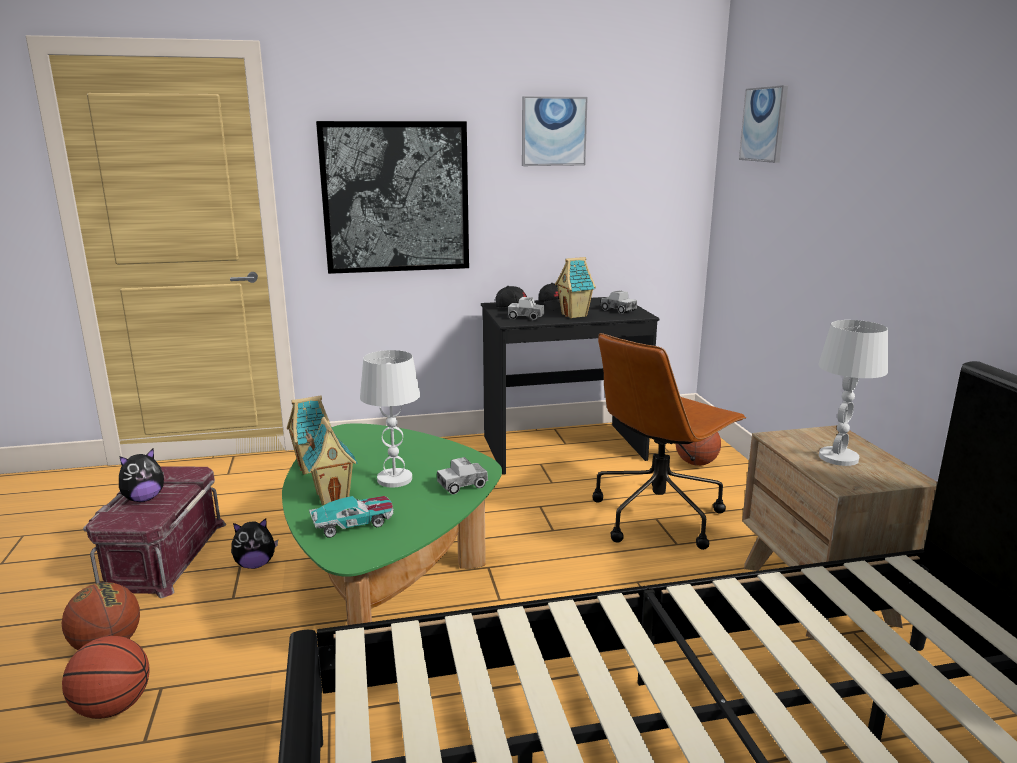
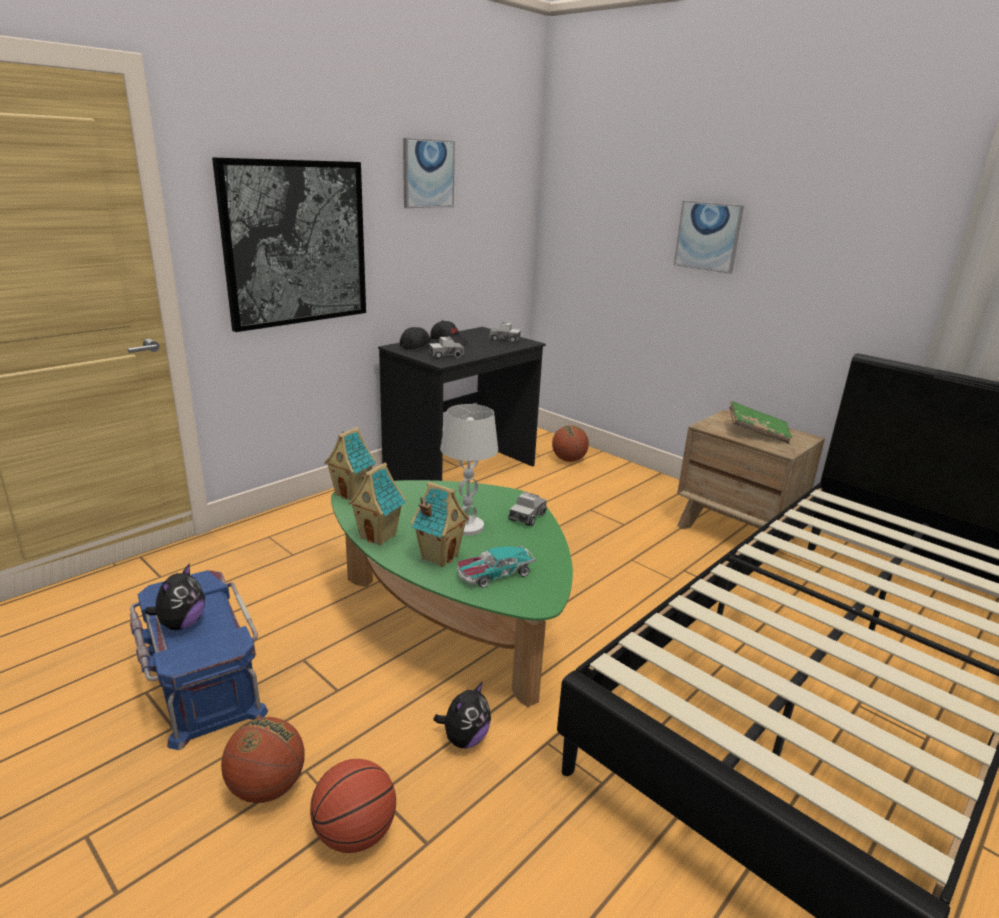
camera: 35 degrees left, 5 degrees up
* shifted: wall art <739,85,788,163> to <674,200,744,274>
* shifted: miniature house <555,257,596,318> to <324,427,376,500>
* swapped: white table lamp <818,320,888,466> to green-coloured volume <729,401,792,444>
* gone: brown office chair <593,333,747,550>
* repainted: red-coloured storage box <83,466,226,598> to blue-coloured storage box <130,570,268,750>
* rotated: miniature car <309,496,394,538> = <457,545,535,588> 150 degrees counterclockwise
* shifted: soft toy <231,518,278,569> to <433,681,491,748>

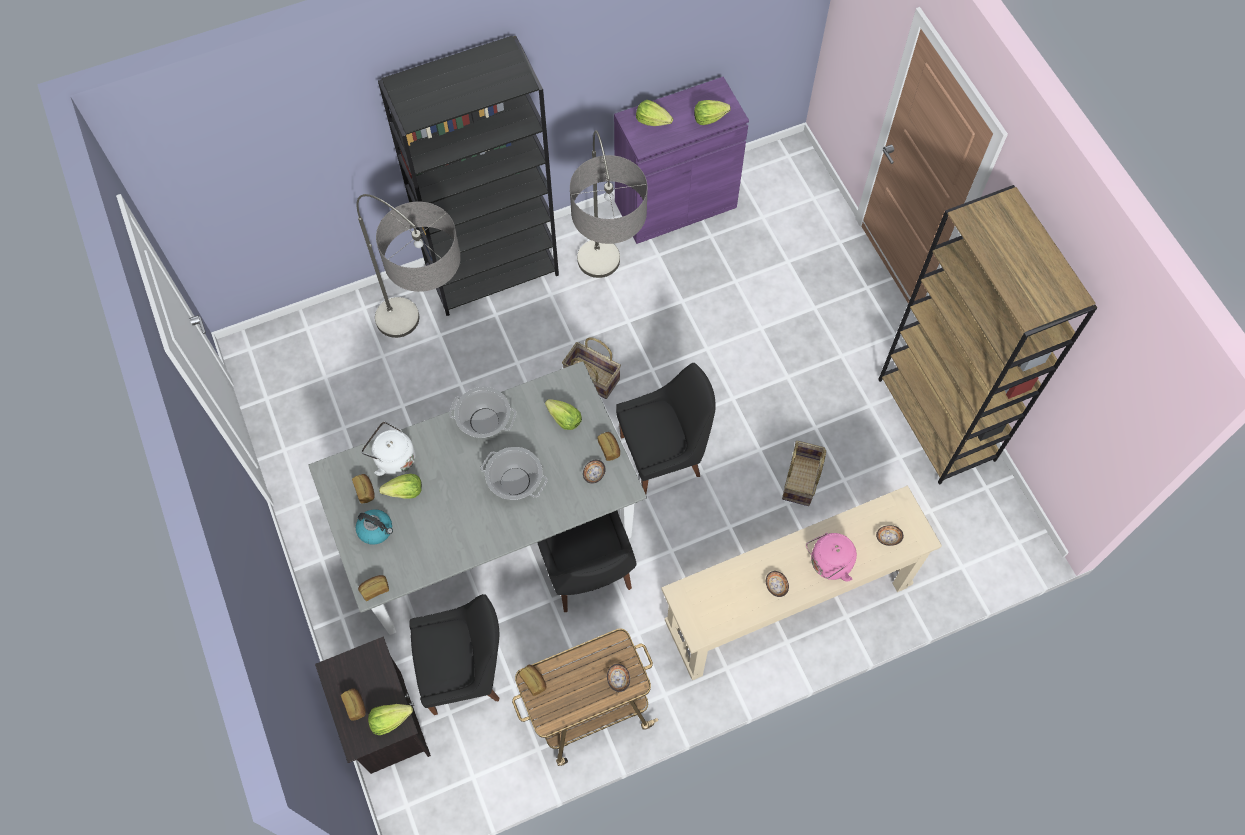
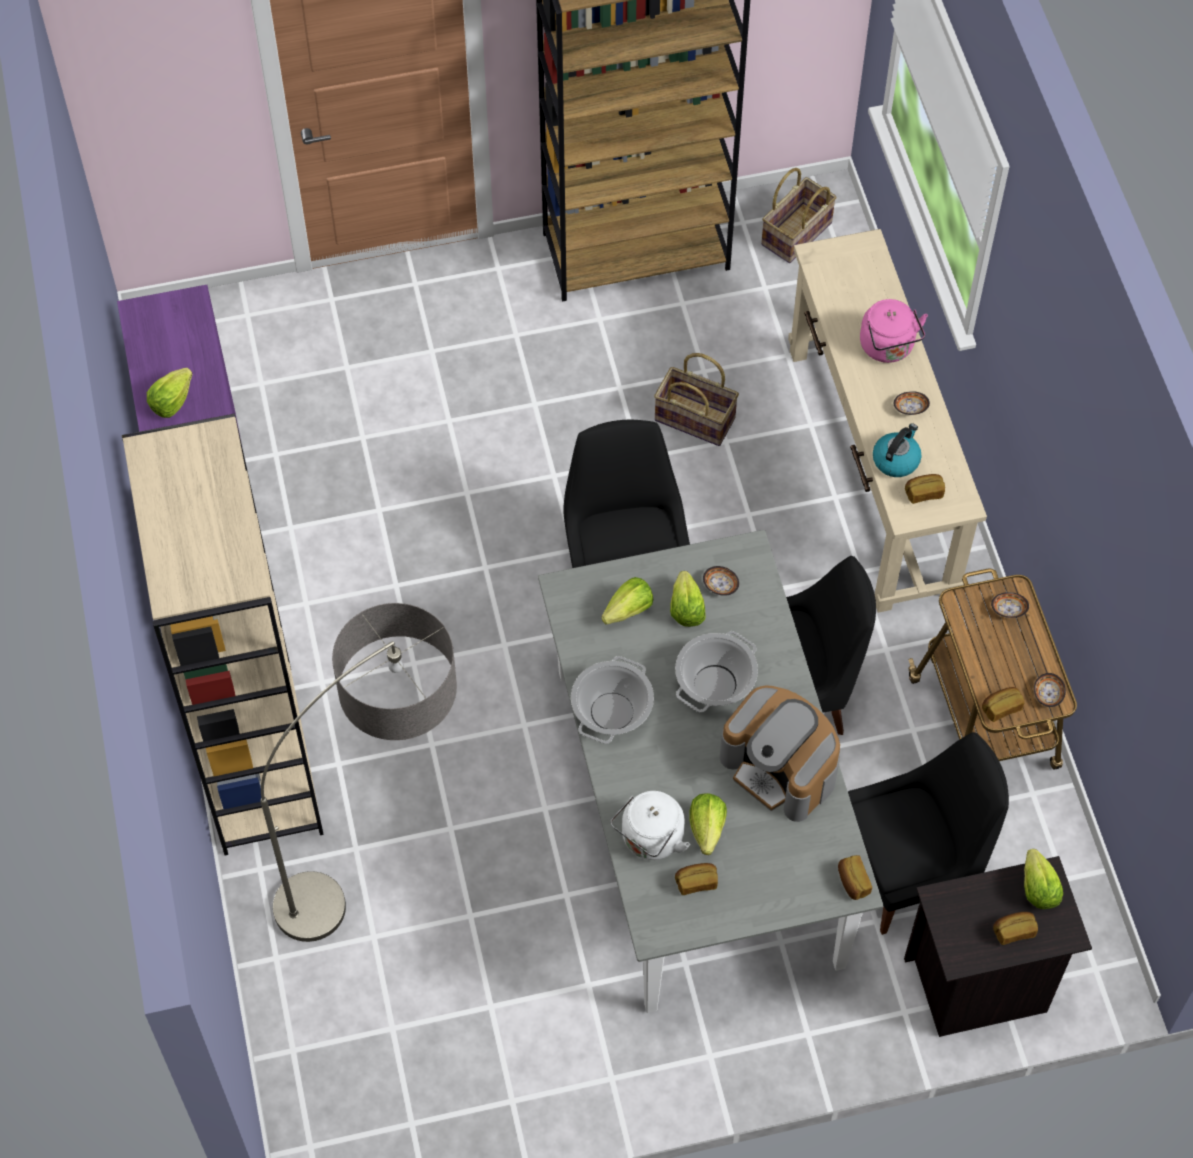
camera: 80 degrees left, 5 degrees down
* repainted: black shelving unit <378,36,559,316> to beige-coloured shelving unit <122,414,324,855>
* shifted: head of lettuce <694,100,731,125> to <670,571,706,627>
* gone: floor lamp <570,130,648,278>
* shifted: household basket <562,337,621,399> to <761,168,837,263>
* shifted: bakery bread <597,432,620,461> to <905,474,945,504>
* shifted: water kettle <356,509,393,545> to <873,423,922,477>
* shifted: serving bowl <876,525,904,546> to <1034,673,1066,707>
* rotated: black plain chair <409,594,499,715> = <848,732,1009,935> 75 degrees clockwise
* new: coffee maker <720,685,840,822>

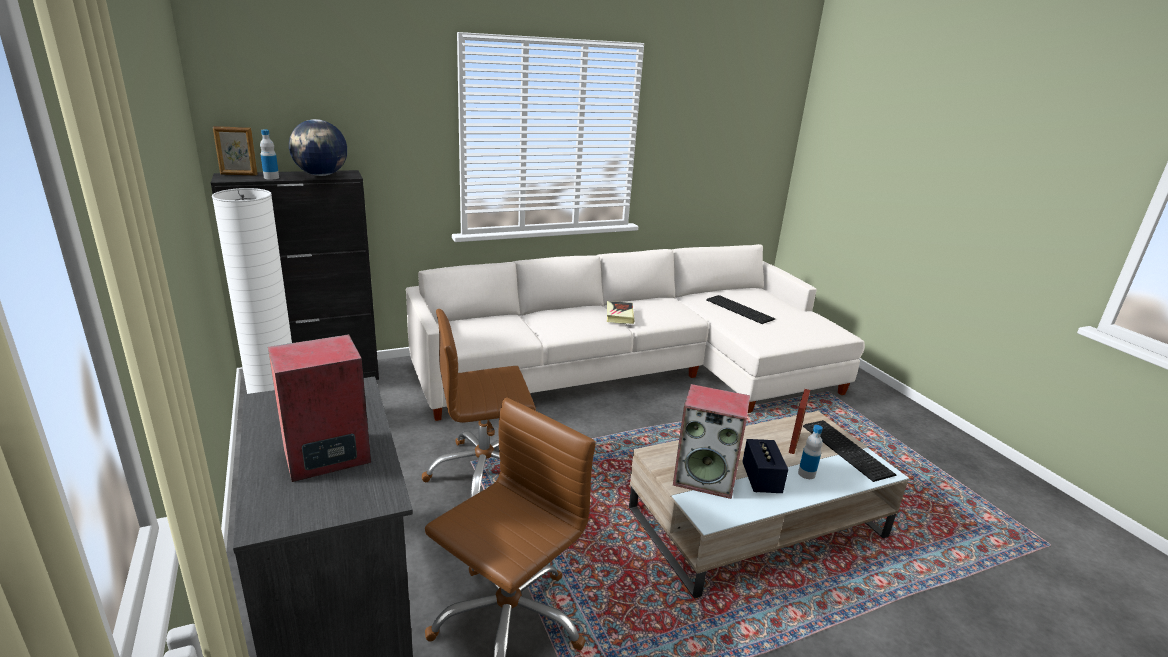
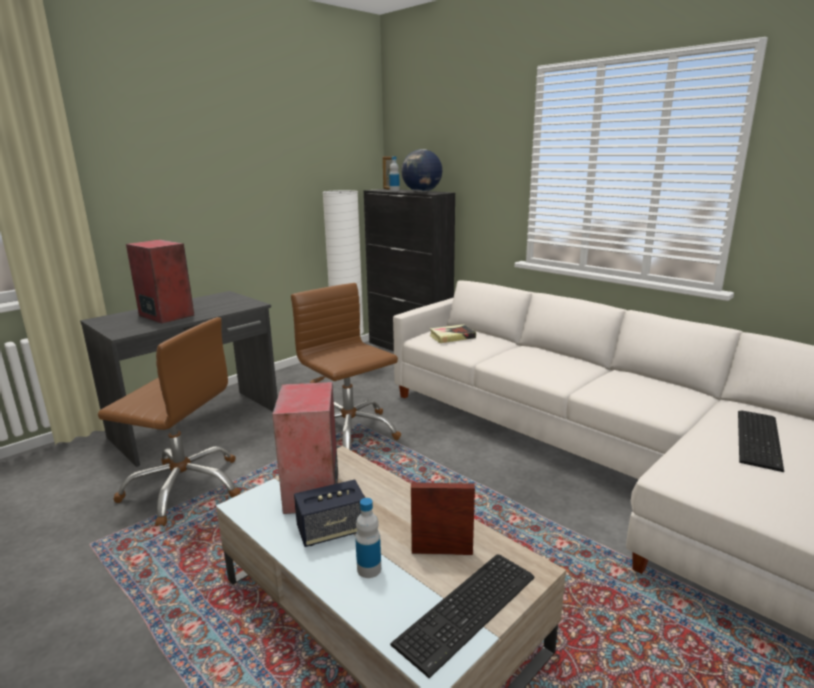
camera: 70 degrees right, 5 degrees down
* shifted: volume <607,301,634,324> to <430,324,476,343>

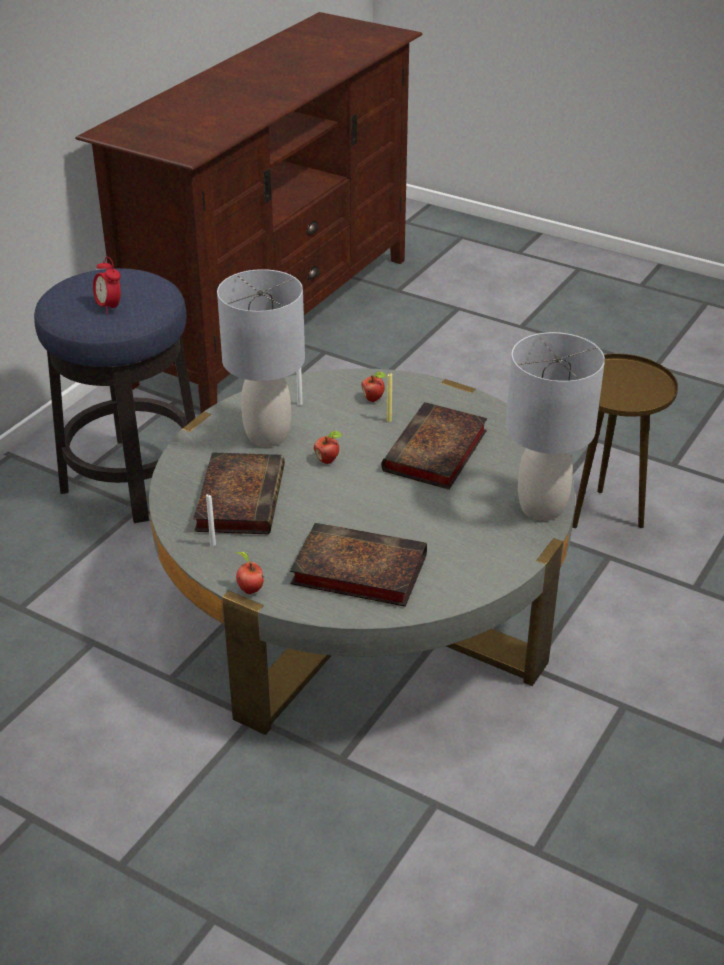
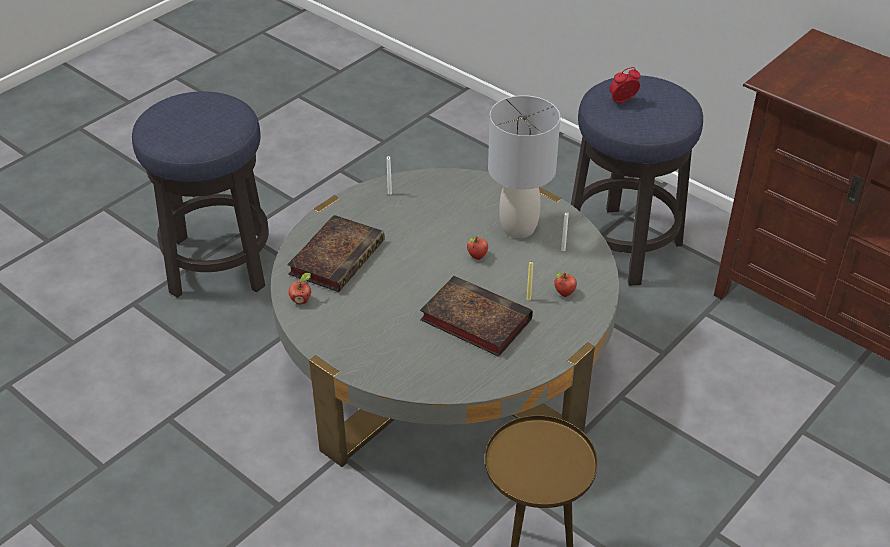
camera: 100 degrees right, 5 degrees up
* gone: gray table lamp <506,332,605,521>
* gone: volume <193,452,285,535>
* shifted: apple fruit <235,552,264,594> to <288,273,311,305>
* new: stool <132,91,269,298>

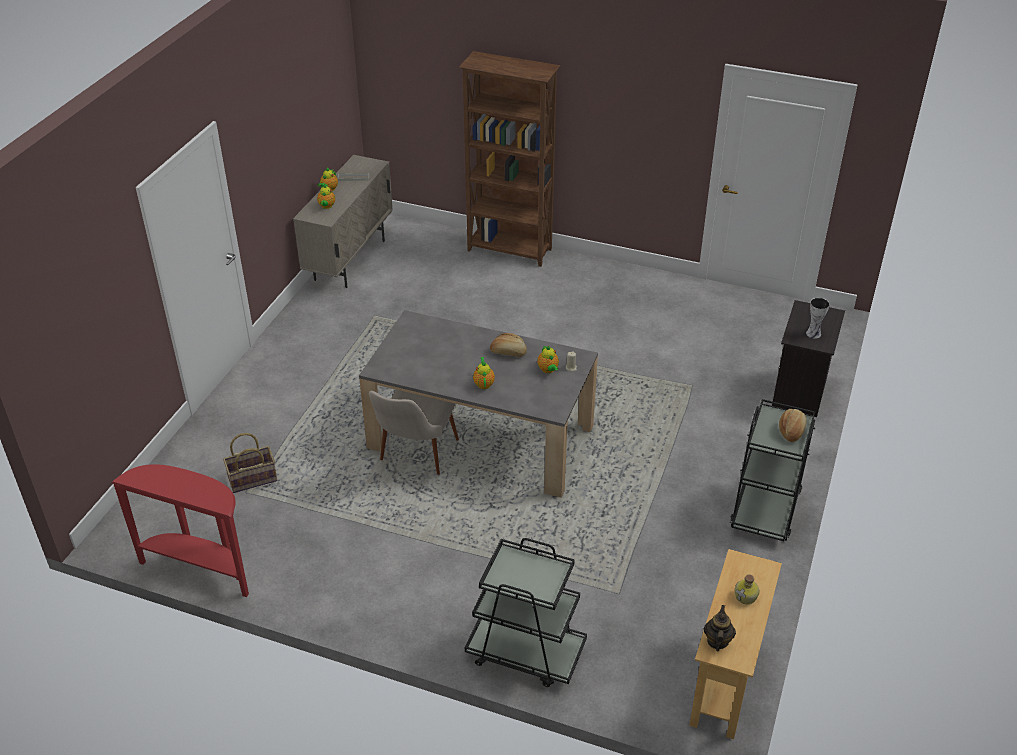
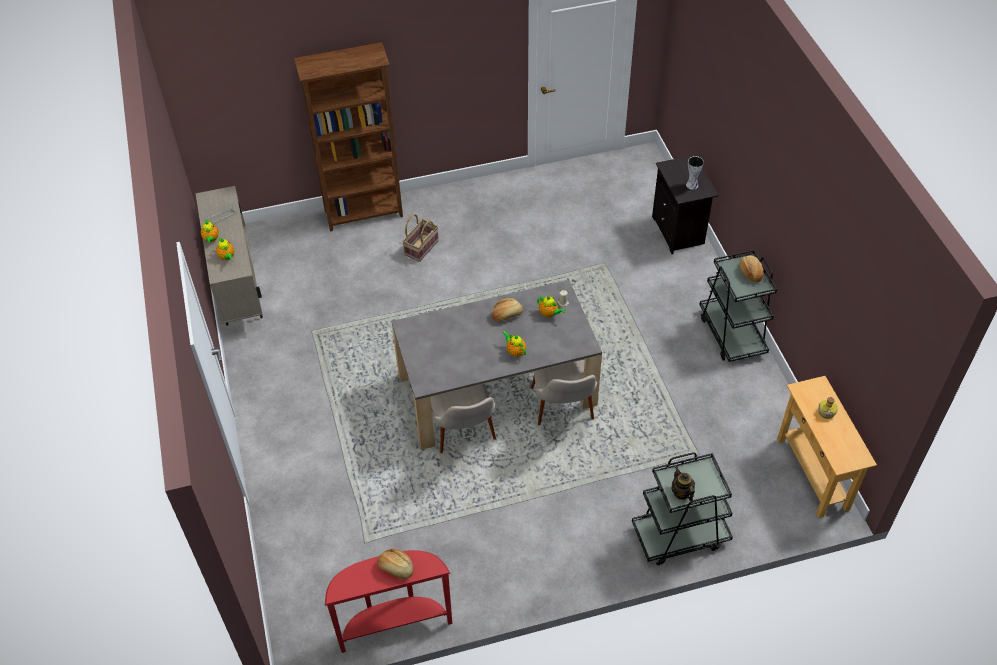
camera: 35 degrees left, 10 degrees up
* shifted: household basket <223,433,277,493> to <402,214,439,262>
* shifted: tea pot <704,605,736,652> to <671,466,695,501>
* new: beige-coloured plain chair <531,359,597,426>
* new: bakery bread <377,549,414,579>

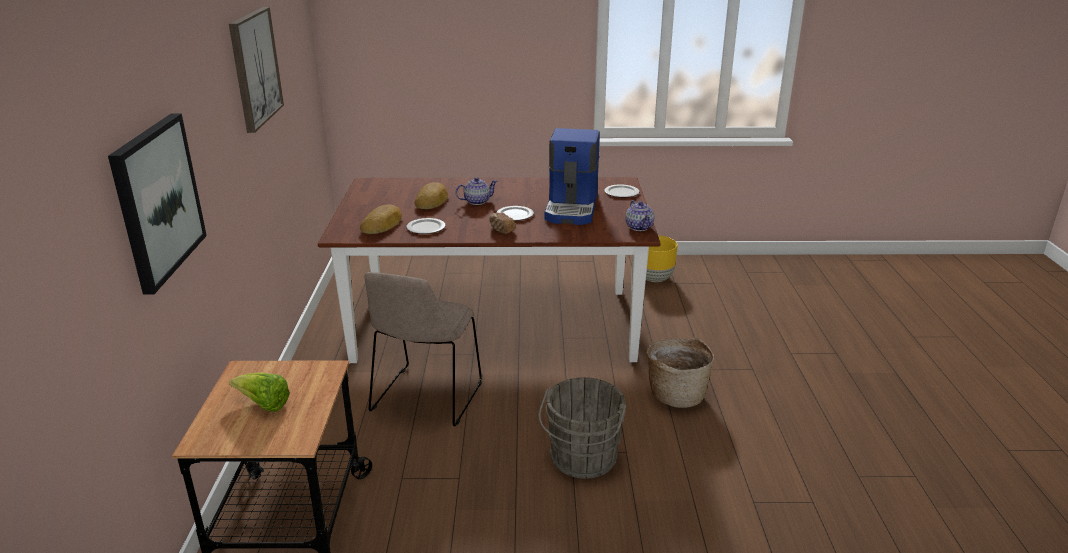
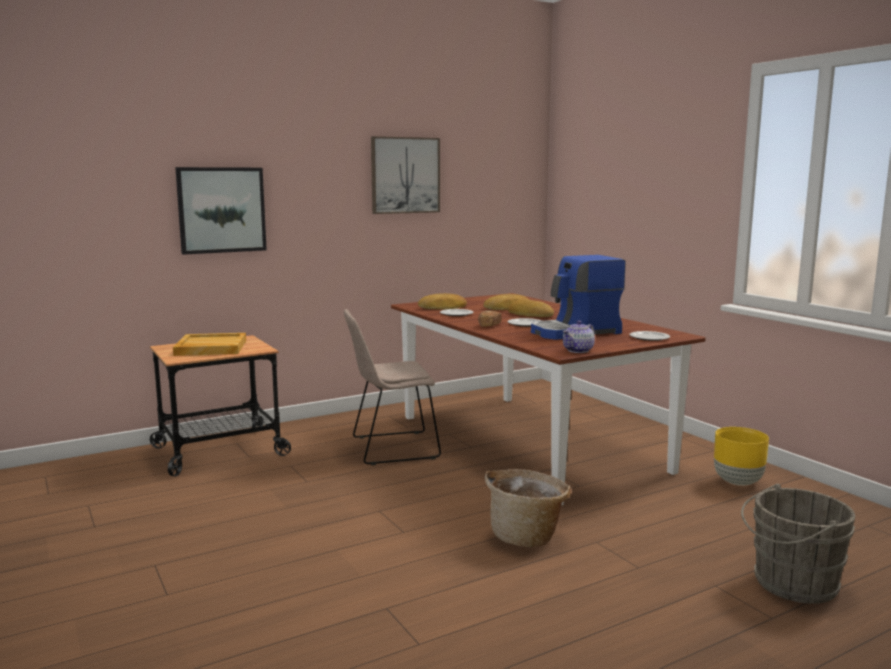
camera: 60 degrees right, 15 degrees down
* swapped: tea pot <455,177,497,205> to bakery bread <508,300,554,317>
* swapped: head of lettuce <229,373,290,412> to beige-coloured tray <173,333,246,356>
* shifted: gray bucket <538,377,626,479> to <741,484,855,604>

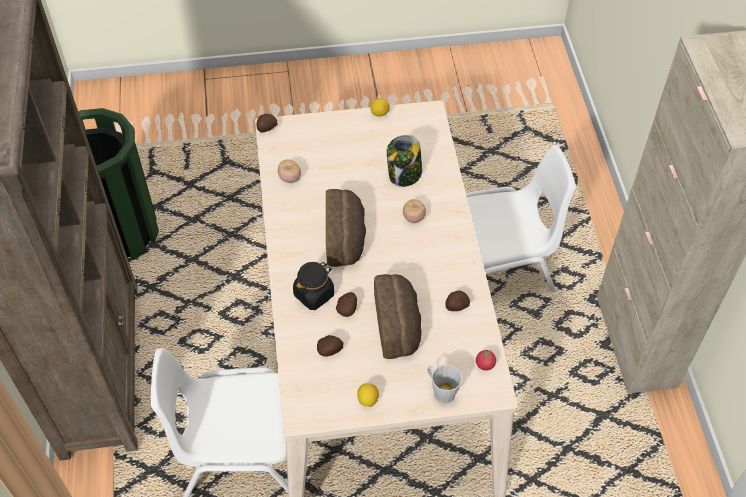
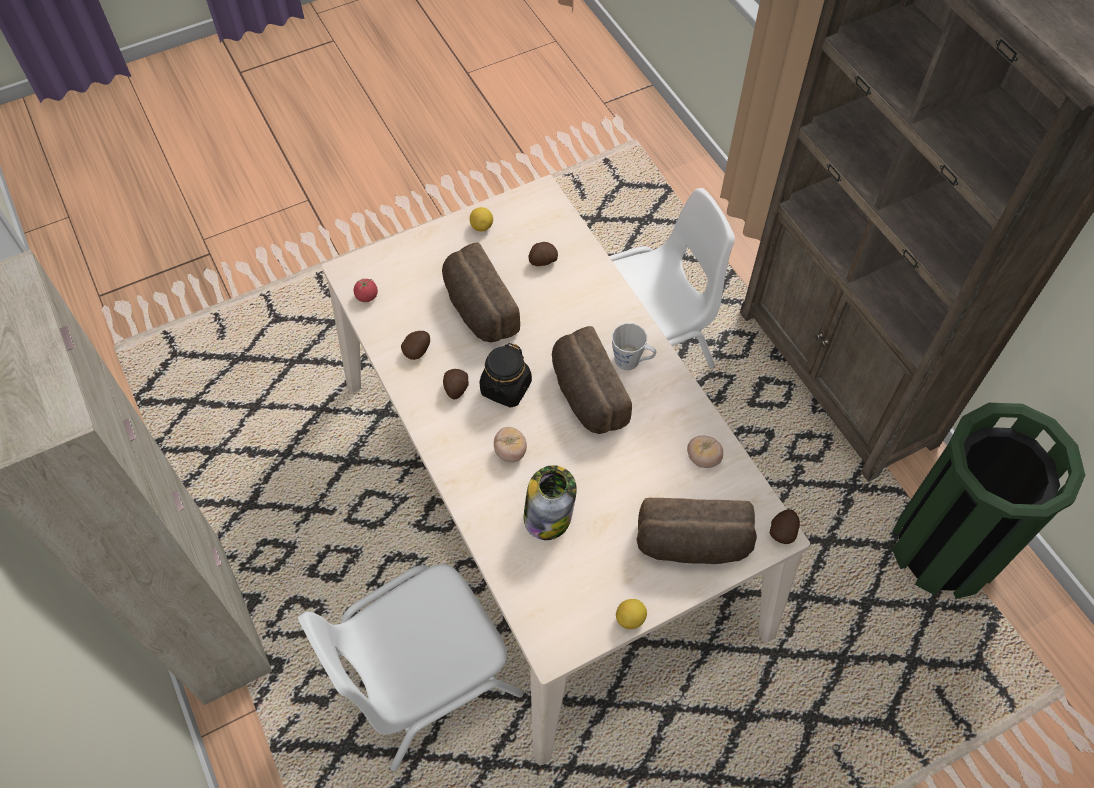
camera: 160 degrees right, 5 degrees up
* shifted: black preserve jar <293,262,334,310> to <480,343,532,408>
* shifted: spud <336,292,357,317> to <443,369,469,399>
* shifted: gray mug <427,365,462,404> to <612,323,656,370>
* new: bakery bread <637,498,757,564>

